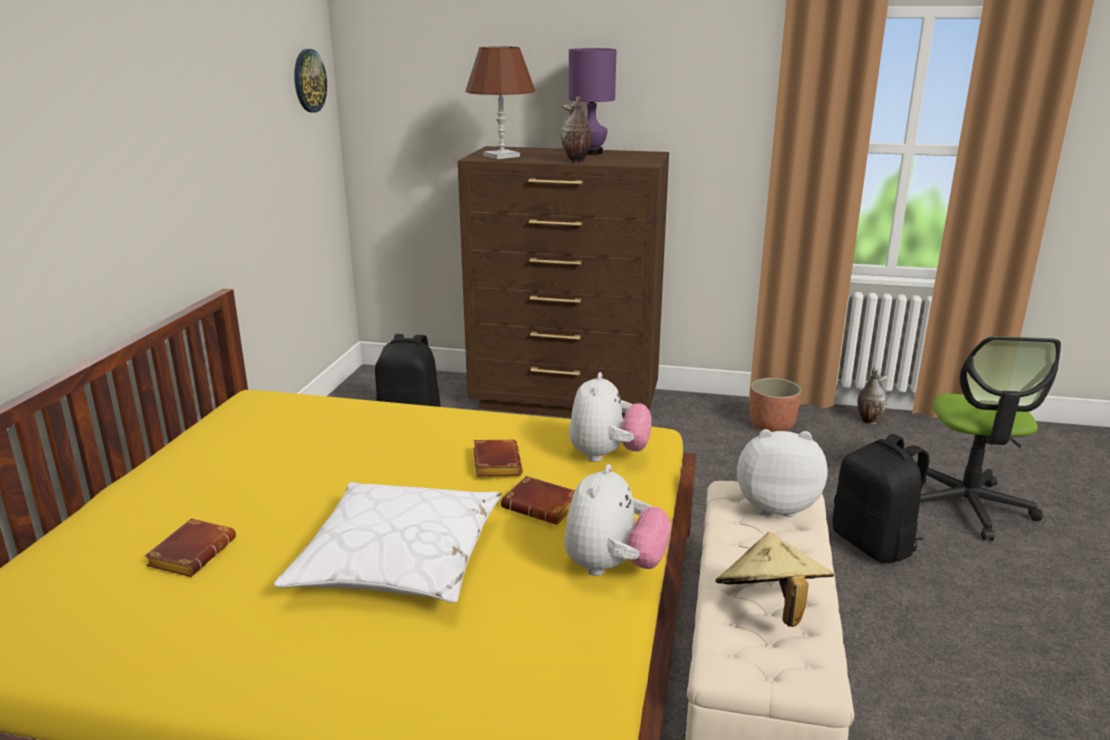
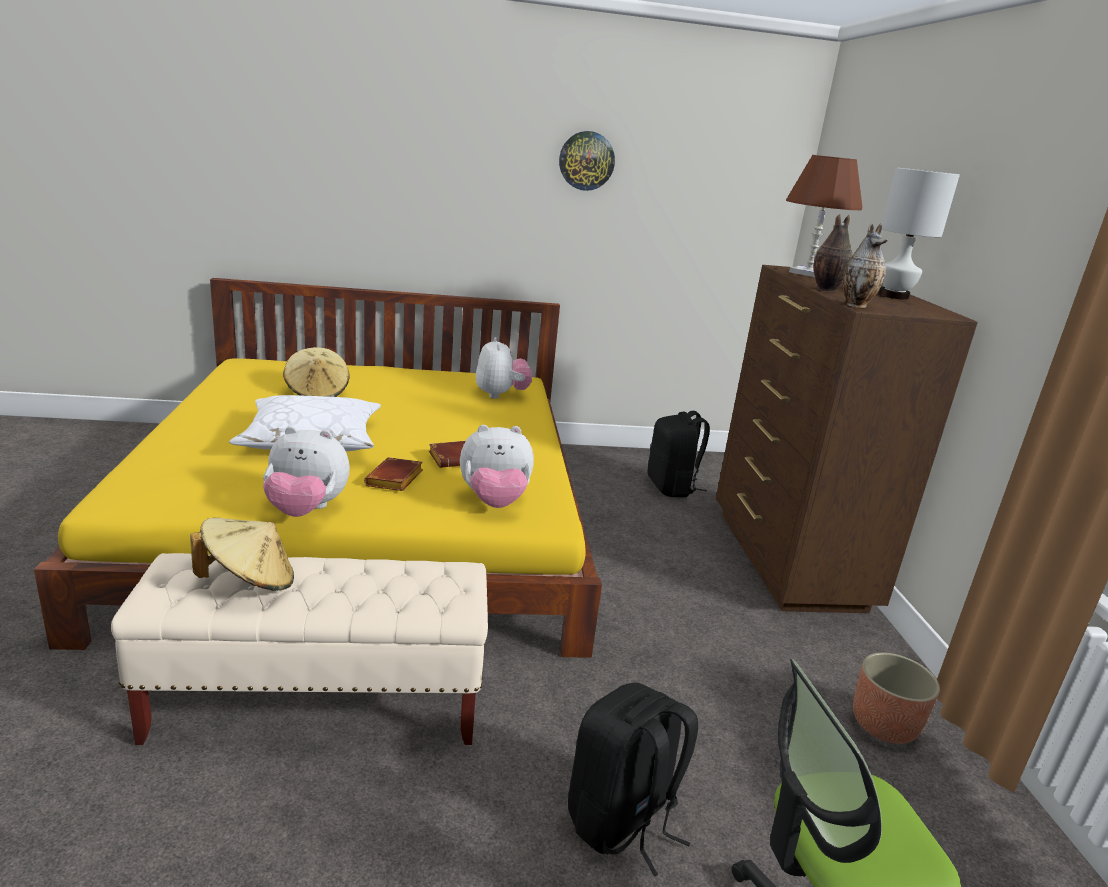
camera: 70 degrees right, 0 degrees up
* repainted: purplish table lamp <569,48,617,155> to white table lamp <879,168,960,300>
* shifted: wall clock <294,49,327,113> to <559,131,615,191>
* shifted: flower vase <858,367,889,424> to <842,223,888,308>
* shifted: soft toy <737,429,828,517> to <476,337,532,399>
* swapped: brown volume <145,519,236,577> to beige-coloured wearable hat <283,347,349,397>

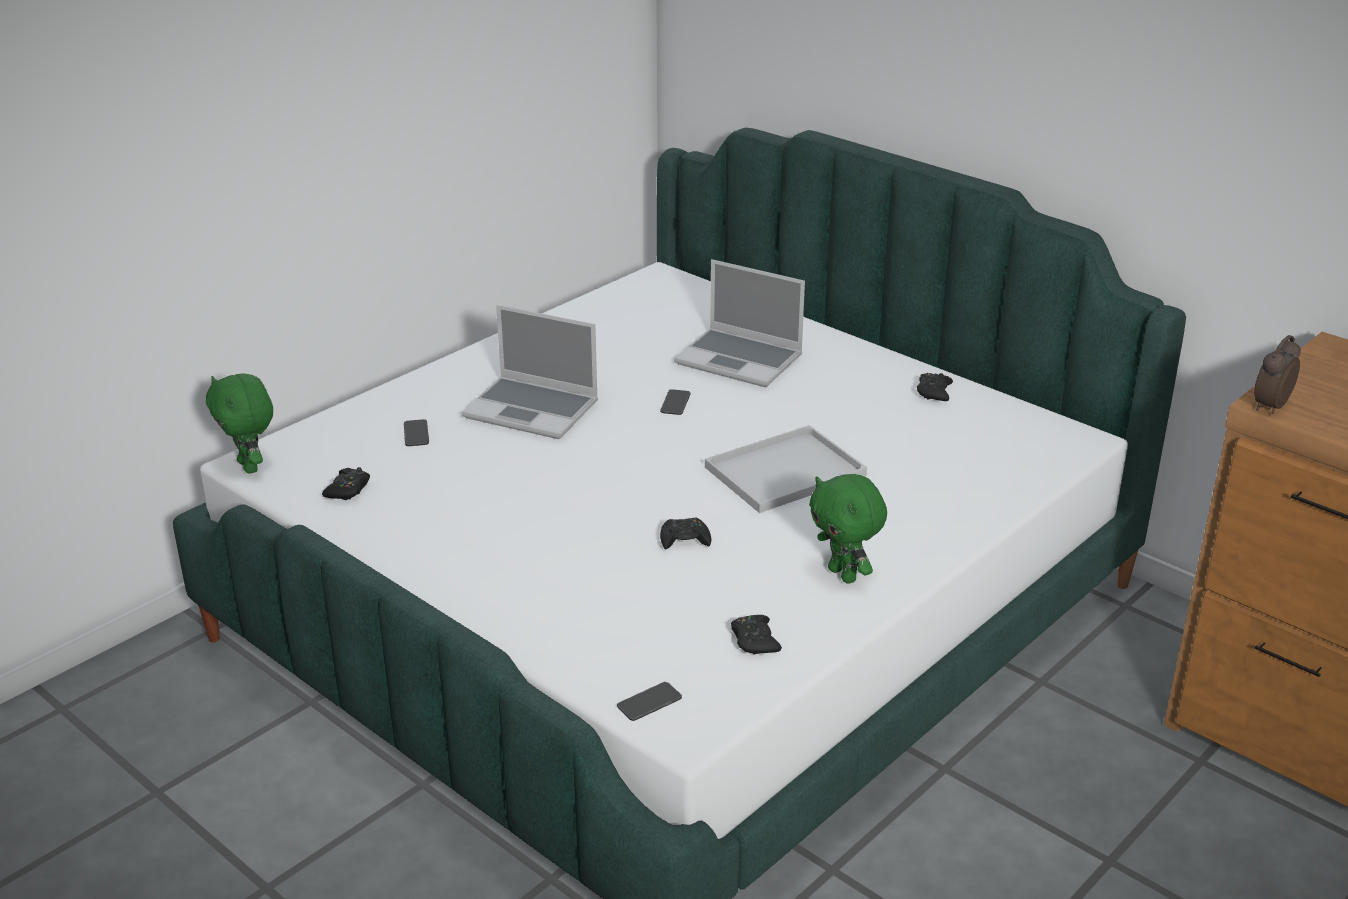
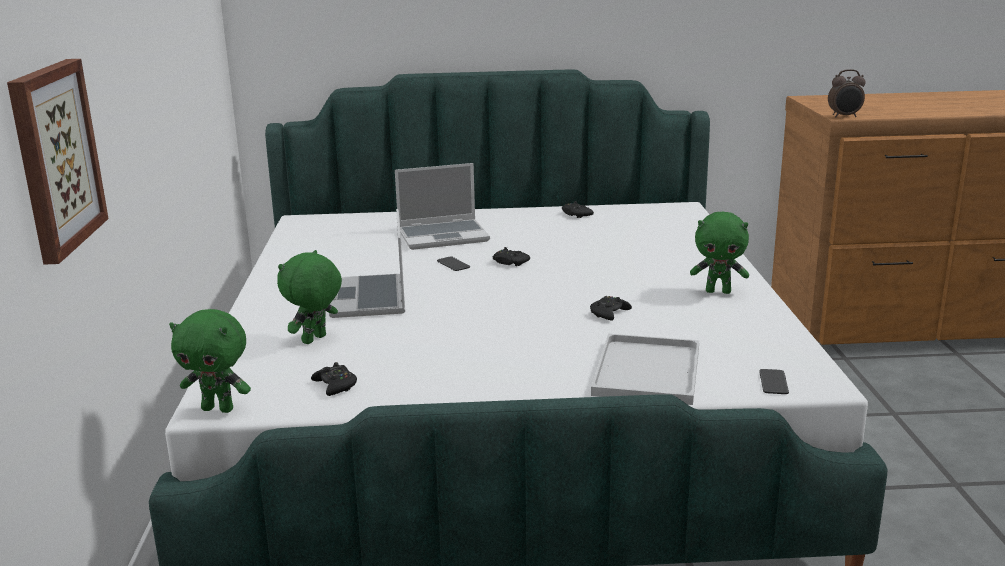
camera: 45 degrees left, 10 degrees down
* rotated: portable computer <462,305,598,439> = <329,209,405,318> 105 degrees clockwise
* rotated: alarm clock <1254,335,1301,414> = <828,69,866,118> 90 degrees counterclockwise
* swapped: handset <404,419,429,446> to green-coloured soft toy <277,250,342,344>
* shifted: white tray <705,425,867,513> to <591,334,699,405>
* shifted: black game controller <731,615,782,654> to <493,247,530,266>
* new: wall art <7,59,109,265>

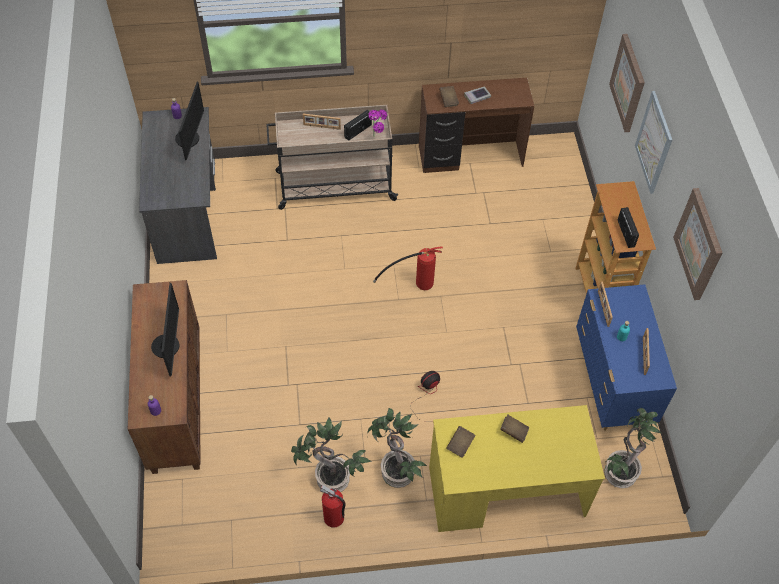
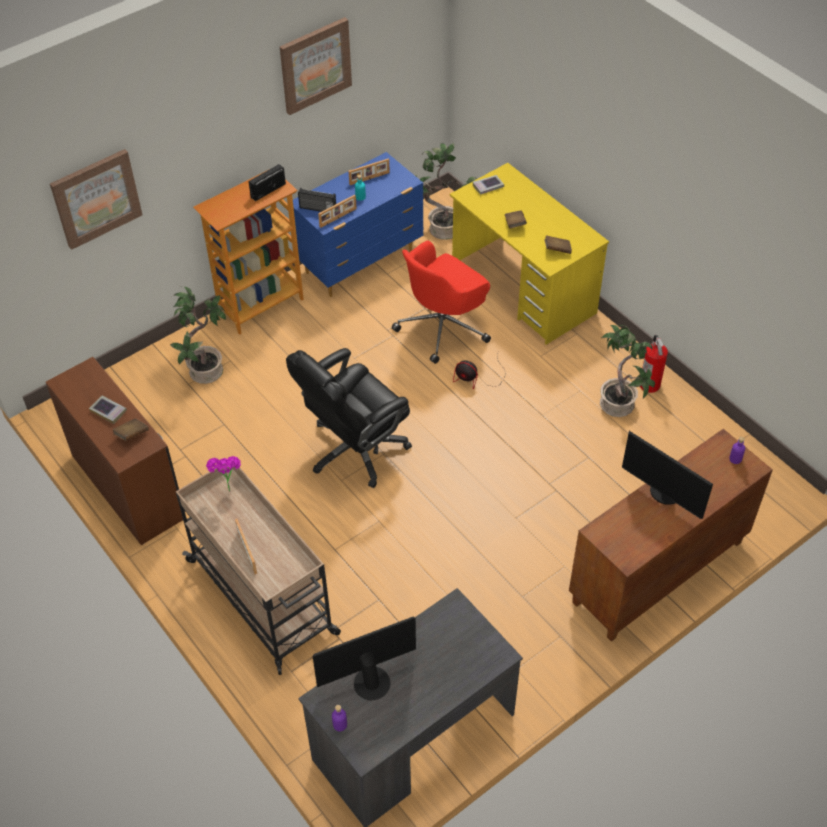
camera: 120 degrees left, 5 degrees down
* gone: wall art <635,91,672,194>
* shifted: radio receiver <344,110,372,141> to <298,188,336,212>
* swapped: fire extinguisher <373,246,443,290> to black office chair <286,348,412,488>
* rotated: computer screen <151,283,179,376> = <622,431,713,519> 105 degrees counterclockwise
* shifted: potted plant <367,408,427,488> to <170,286,226,384>
* new: volume <473,175,504,195>
* new: red-coloured office chair <392,241,491,364>

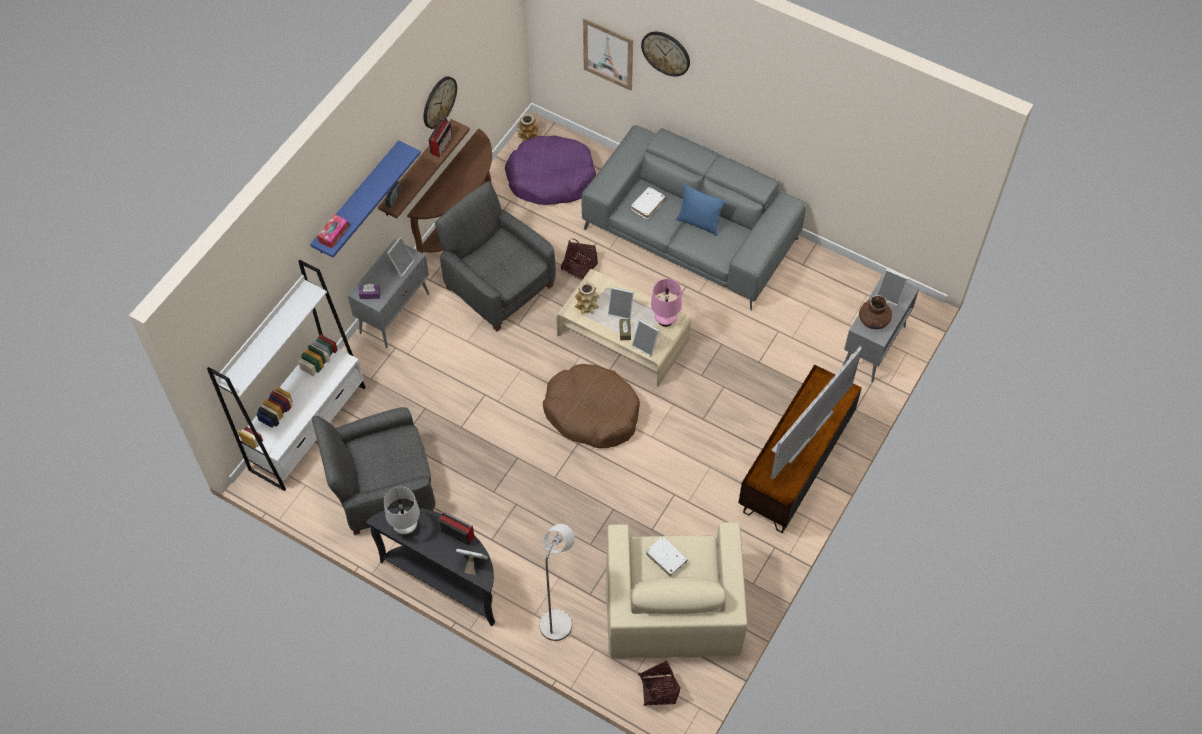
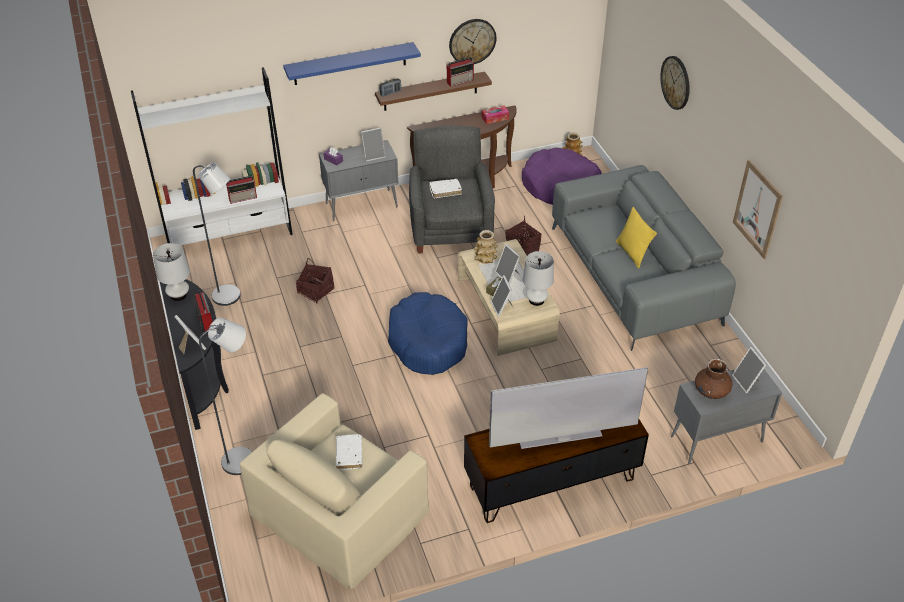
camera: 40 degrees right, 15 degrees down
* shifted: wall art <583,18,633,91> to <733,160,783,259>
* repainted: blue-coloured pillow <676,185,726,236> to yellowish pillow <616,207,657,268>
* shifted: white volume <631,187,665,219> to <429,179,462,199>
* shifted: tissue holder <317,214,349,248> to <481,105,509,124>
* repainted: pinkish table lamp <651,279,682,327> to white table lamp <523,251,554,306>
* repainted: brown dog bed <543,364,640,448> to blue-coloured dog bed <388,292,467,375>
* swapped: gray armchair <312,407,436,535> to gray floor lamp <193,162,241,306>
* shifted: household basket <638,661,680,706> to <296,258,334,304>
* new: radio receiver <226,176,257,204>

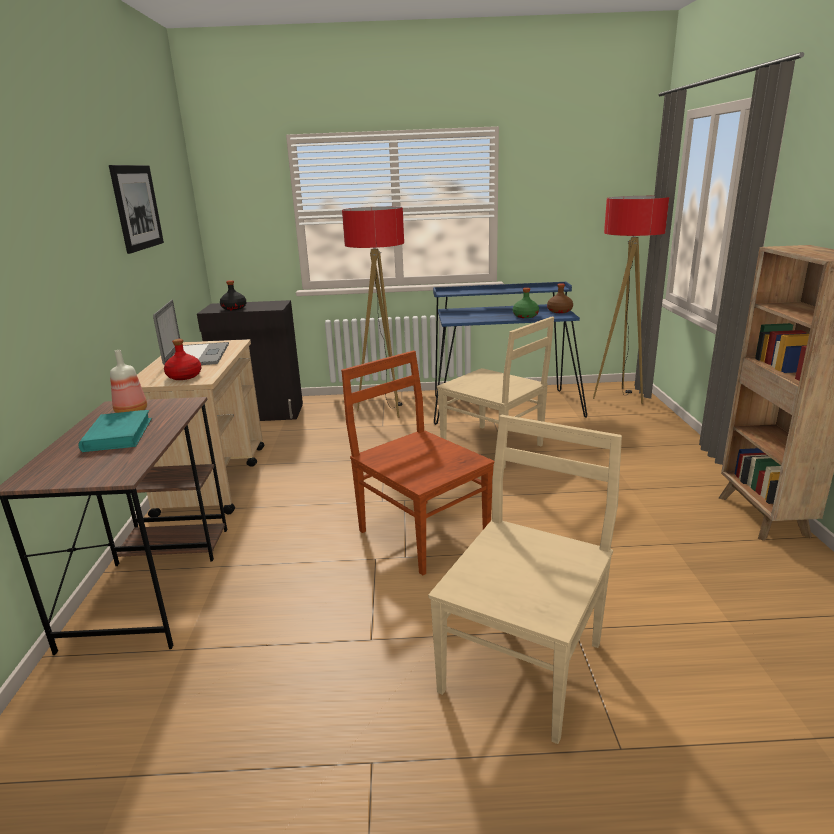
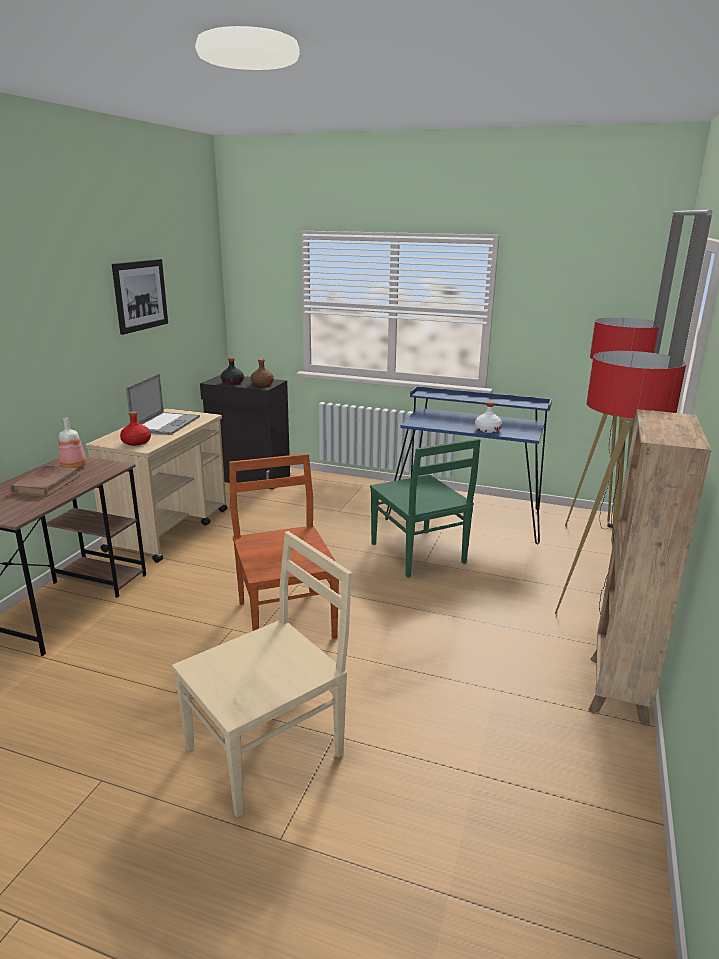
camera: 20 degrees right, 0 degrees up
* shifted: floor lamp <342,206,404,418> to <555,351,686,615>
* shifted: brown drink bottle <547,283,573,313> to <251,359,274,386>
* repainted: green-coloured drink bottle <513,288,539,318> to white drink bottle <475,402,502,433>
* repainted: beige-coloured plain chair <437,317,554,468> to green-coloured plain chair <370,439,481,578>
* repainted: turquoise-coloured volume <78,410,152,452> to brown volume <10,466,80,497>

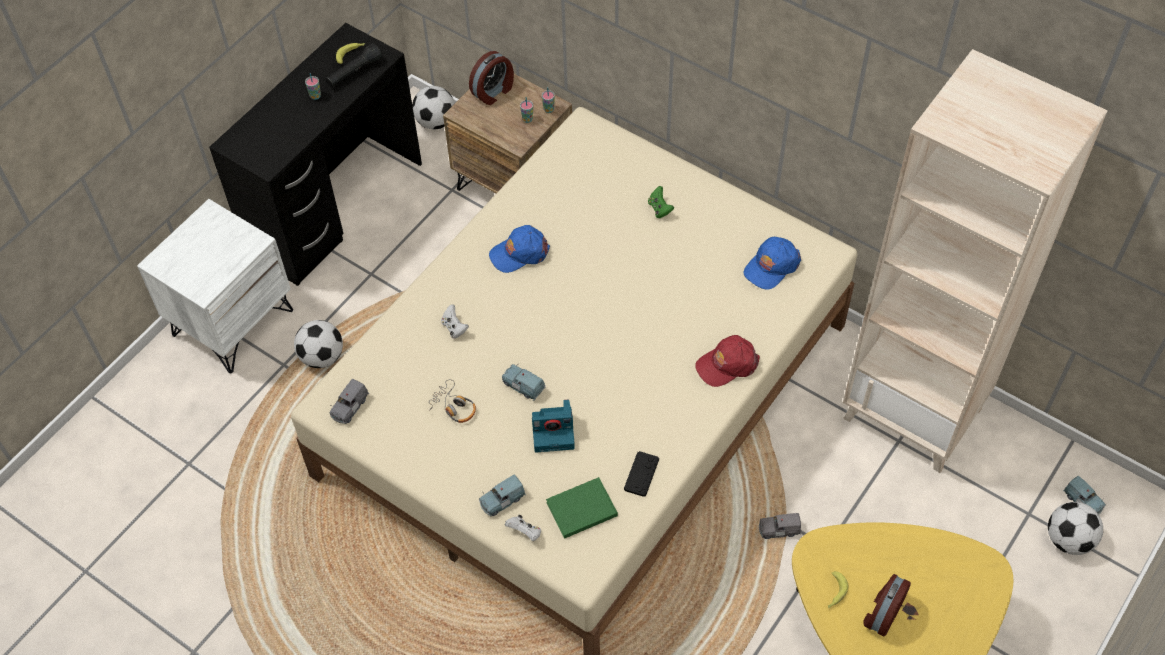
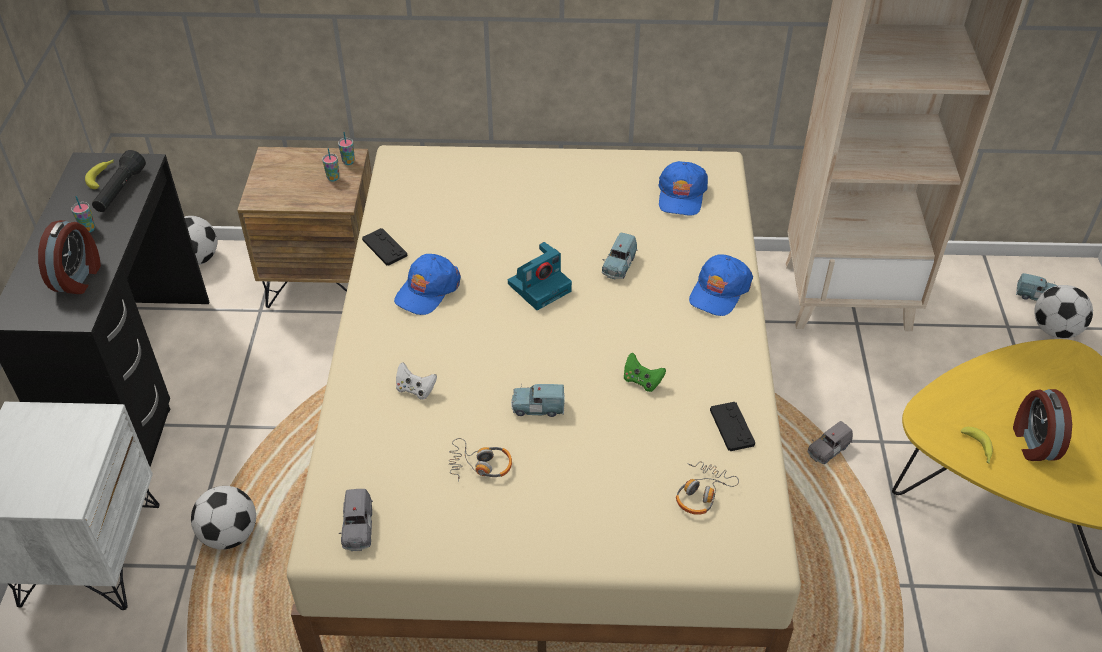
camera: 35 degrees left, 10 degrees down
* shifted: alarm clock <469,51,514,105> to <38,220,101,294>
* shifted: green-coloured game controller <648,186,674,218> to <624,353,666,392>
* repainted: red-coloured cap <695,335,760,387> to blue-coloured cap <689,255,753,316>
* shifted: photo camera <532,399,575,453> to <508,242,572,310>
* shifted: blue-coloured miniature car <479,475,526,516> to <602,233,638,280>
* swapped: green-coloured volume <546,477,618,539> to headphones <676,461,739,515>
* gone: white game controller <505,515,541,541>
* new: black game controller <362,228,407,266>

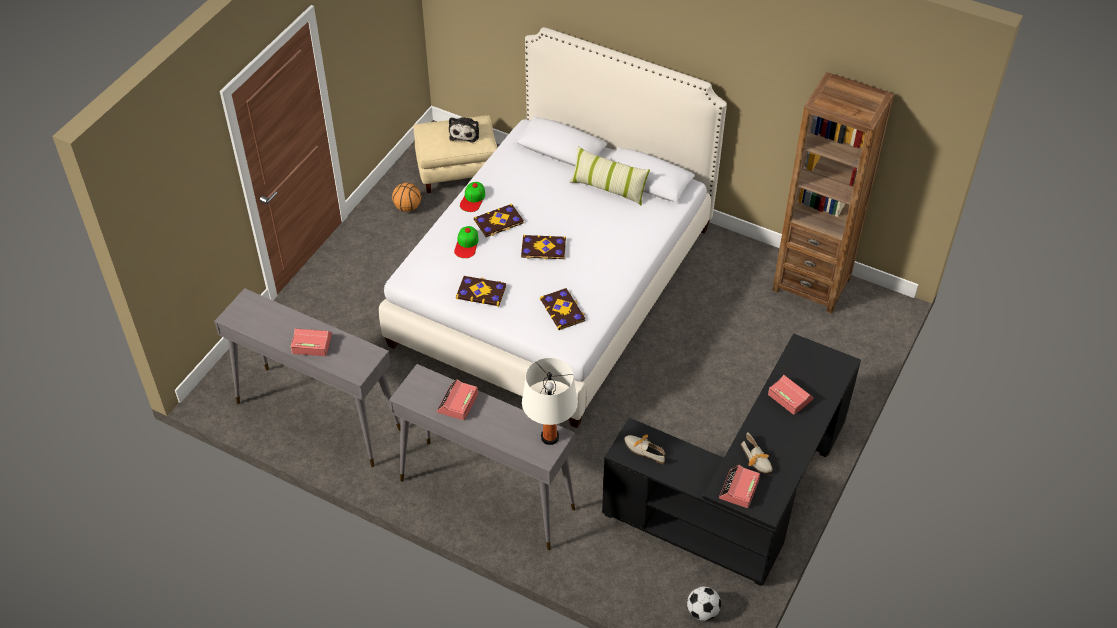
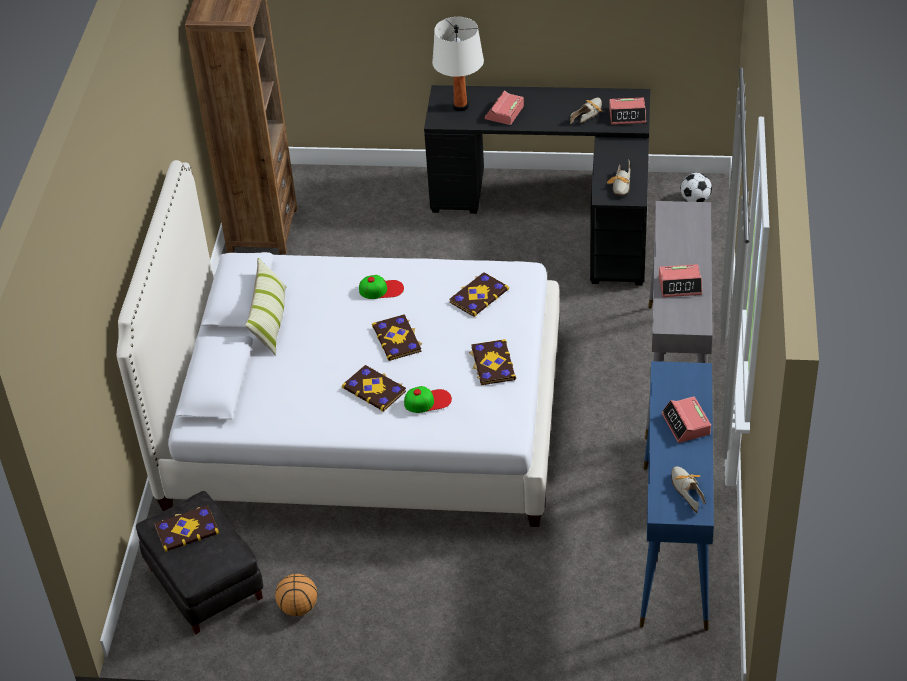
camera: 110 degrees left, 5 degrees down
* repainted: beige-coloured footrest <414,115,497,193> to black footrest <136,491,263,634>
* swapped: soft toy <449,117,479,143> to volume <154,505,219,552>
* shifted: cap <460,182,485,212> to <359,275,404,299>
* repainted: gray narrow table <214,288,400,467> to blue-coloured narrow table <639,361,714,631>
* shifted: white table lamp <522,358,578,445> to <432,17,484,111>
* new: low shoe <671,466,706,513>

